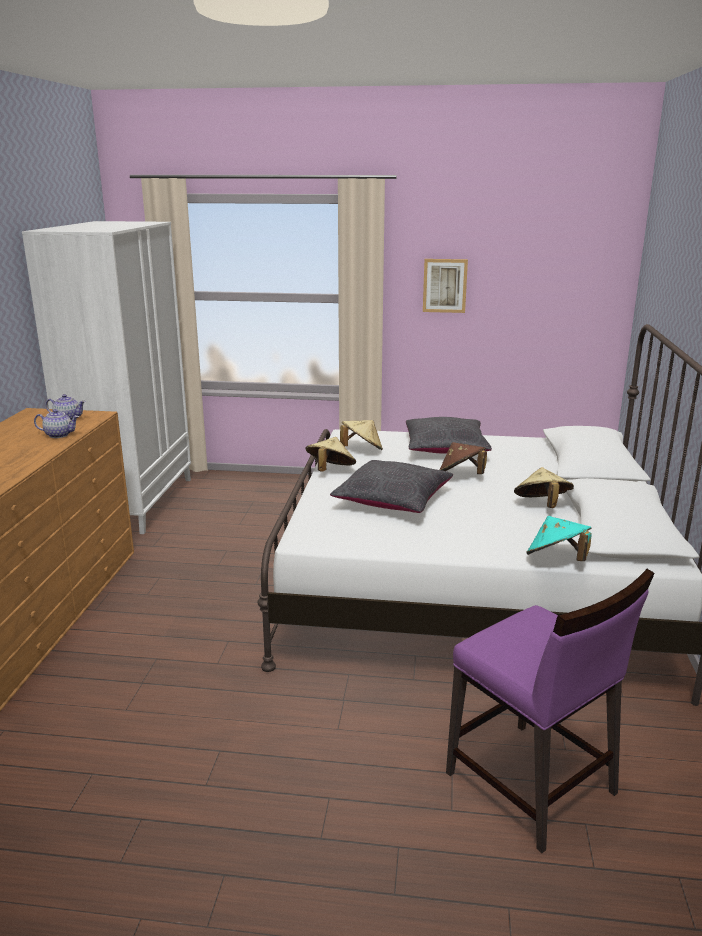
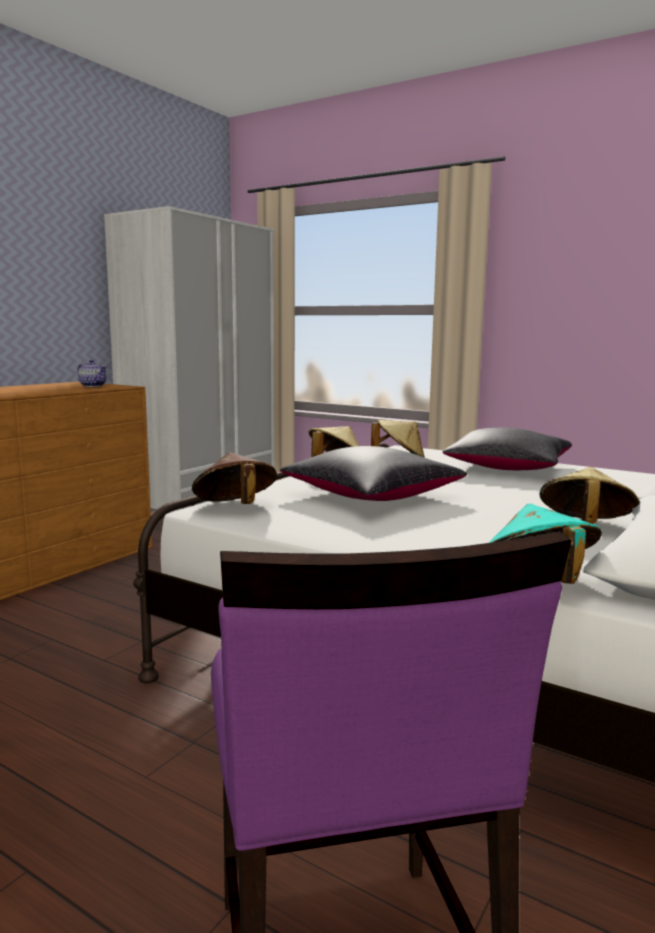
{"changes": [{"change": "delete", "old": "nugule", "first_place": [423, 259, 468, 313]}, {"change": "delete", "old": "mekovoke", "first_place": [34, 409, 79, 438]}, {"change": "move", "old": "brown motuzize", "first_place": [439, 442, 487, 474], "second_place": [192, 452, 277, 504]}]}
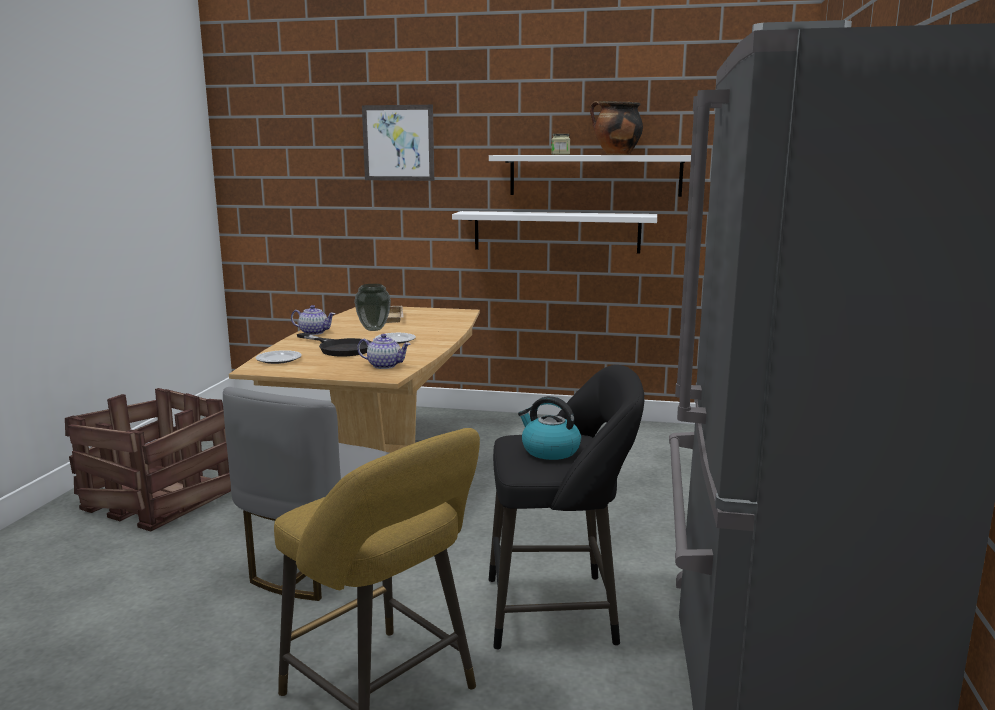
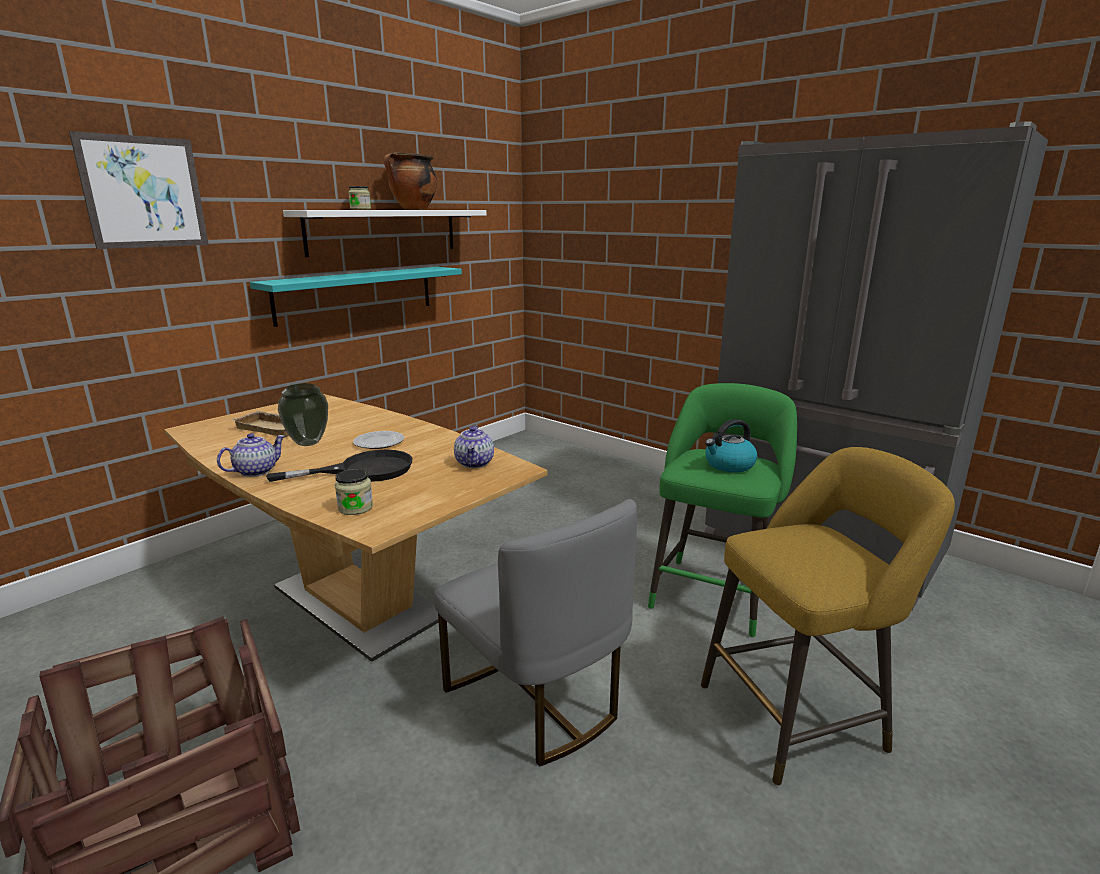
{"changes": [{"change": "recolor", "old": "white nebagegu", "new": "turquoise nebagegu", "first_place": [452, 211, 657, 254], "second_place": [250, 267, 462, 327]}, {"change": "rotate", "old": "mekovoke", "first_place": [357, 334, 410, 369], "second_place": [454, 425, 494, 468], "degrees": 135}, {"change": "replace", "old": "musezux", "new": "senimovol", "first_place": [255, 350, 302, 364], "second_place": [335, 469, 373, 515]}, {"change": "recolor", "old": "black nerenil", "new": "green nerenil", "first_place": [489, 365, 644, 650], "second_place": [648, 383, 797, 638]}]}
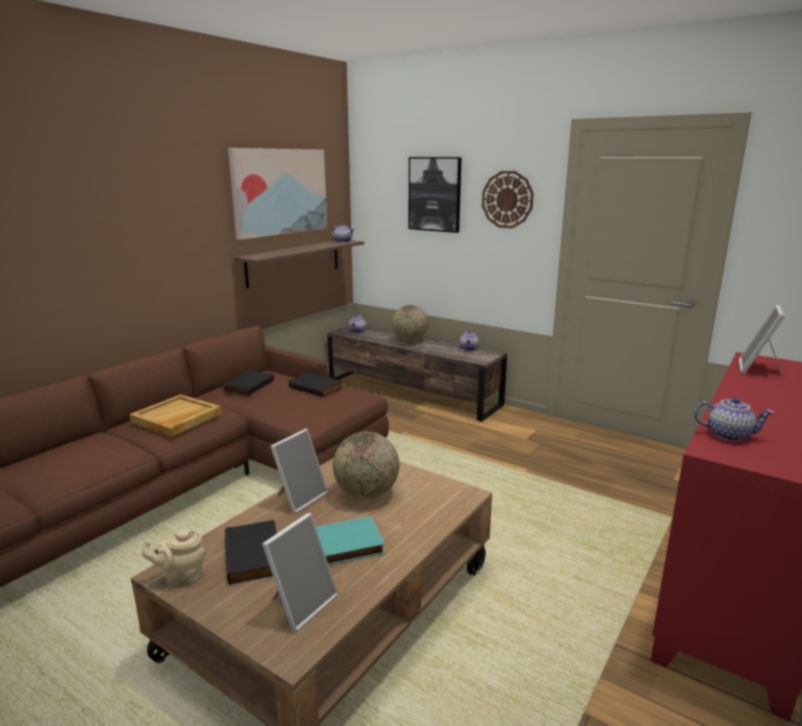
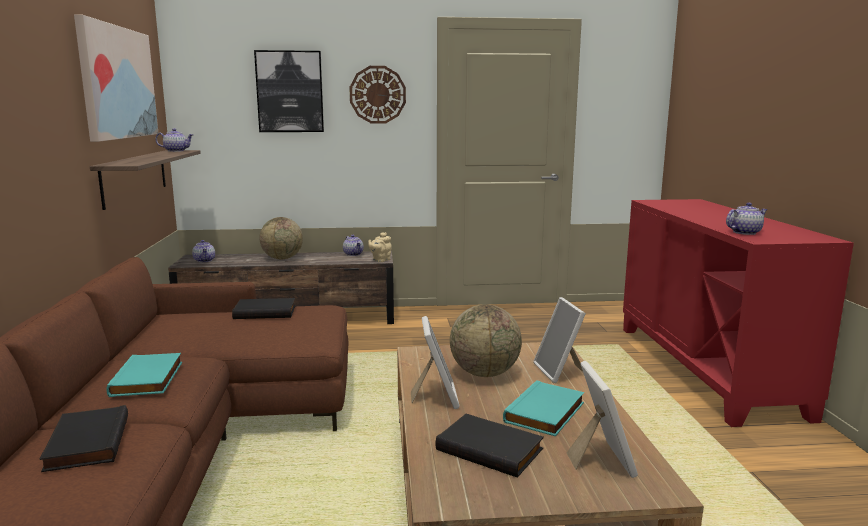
{"changes": [{"change": "move", "old": "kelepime", "first_place": [739, 305, 785, 375], "second_place": [533, 297, 586, 383]}, {"change": "move", "old": "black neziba", "first_place": [222, 370, 274, 396], "second_place": [39, 405, 128, 472]}, {"change": "replace", "old": "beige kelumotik", "new": "turquoise neziba", "first_place": [129, 394, 222, 437], "second_place": [106, 353, 182, 397]}, {"change": "move", "old": "beige mekovoke", "first_place": [142, 529, 206, 587], "second_place": [368, 232, 392, 262]}]}
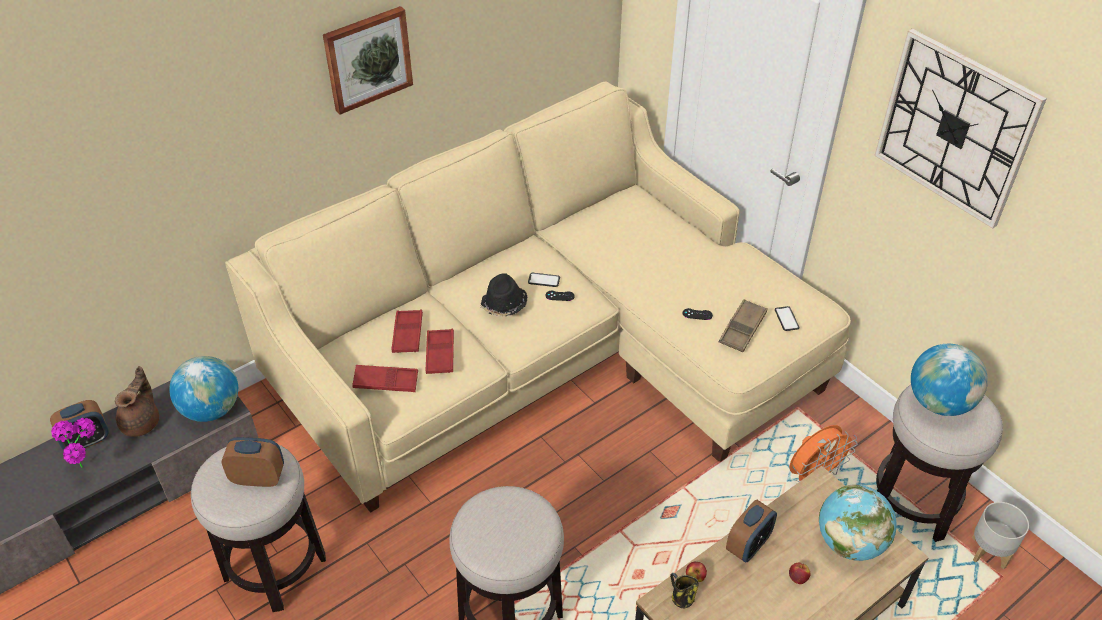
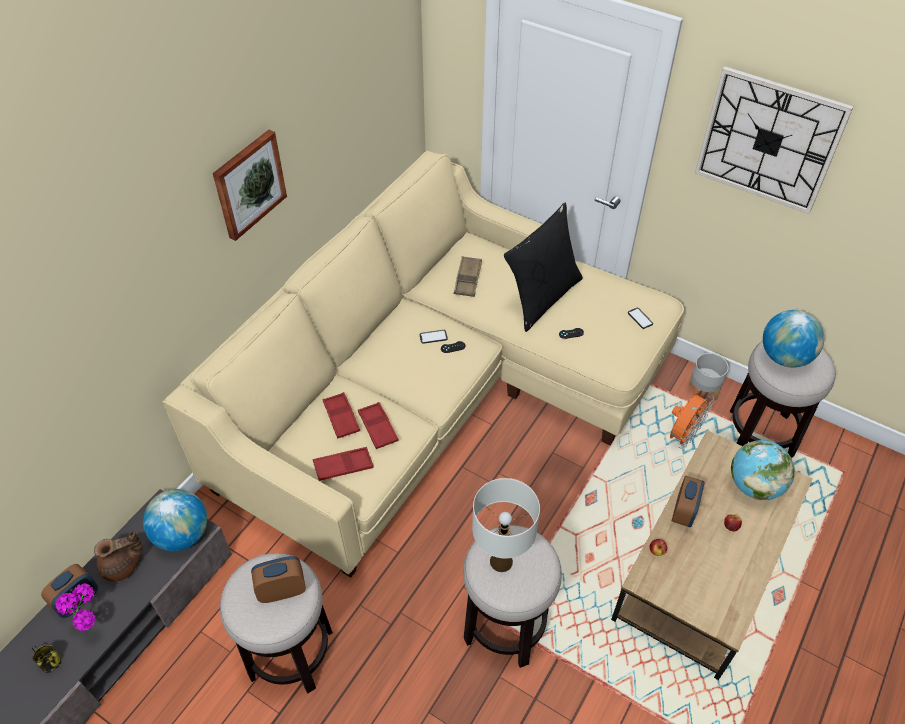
{"changes": [{"change": "delete", "old": "black motuzize", "first_place": [480, 273, 528, 316]}, {"change": "move", "old": "brown kelumotik", "first_place": [719, 299, 768, 352], "second_place": [454, 256, 482, 297]}, {"change": "rotate", "old": "brown mekovoke", "first_place": [115, 366, 159, 437], "second_place": [94, 531, 143, 582], "degrees": 75}, {"change": "move", "old": "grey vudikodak", "first_place": [972, 502, 1029, 569], "second_place": [688, 353, 729, 400]}, {"change": "move", "old": "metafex", "first_place": [670, 573, 699, 608], "second_place": [32, 645, 61, 673]}, {"change": "insert", "new": "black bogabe", "second_place": [504, 203, 583, 332]}, {"change": "insert", "new": "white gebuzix", "second_place": [472, 478, 540, 572]}]}
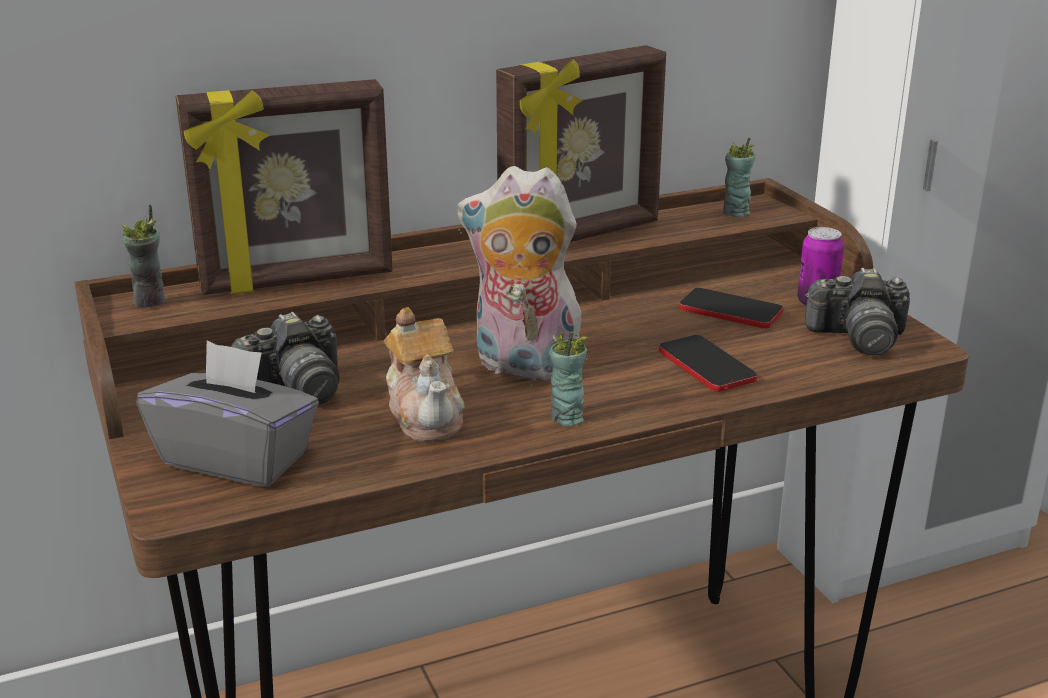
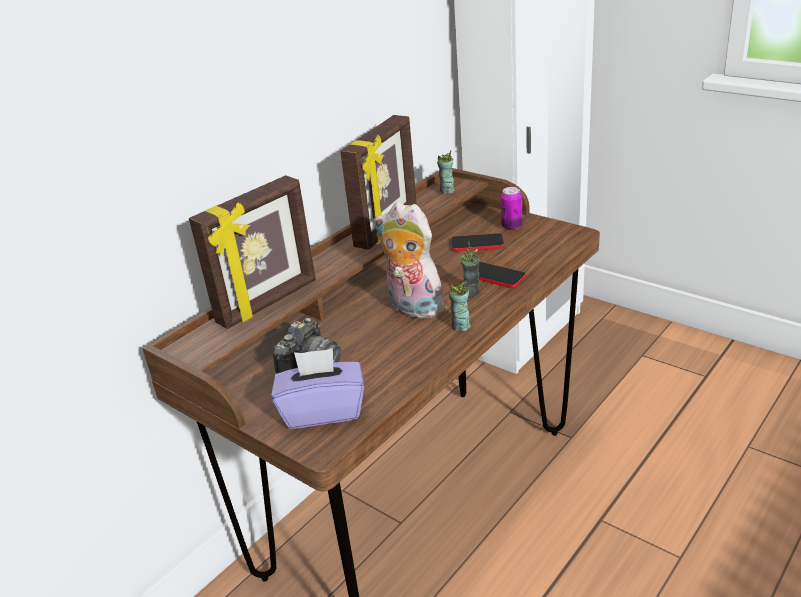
{"changes": [{"change": "rotate", "old": "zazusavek", "first_place": [457, 166, 593, 385], "second_place": [374, 202, 449, 319], "degrees": 45}, {"change": "move", "old": "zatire", "first_place": [121, 204, 165, 308], "second_place": [460, 242, 480, 297]}, {"change": "delete", "old": "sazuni", "first_place": [805, 268, 910, 355]}, {"change": "delete", "old": "mekovoke", "first_place": [384, 307, 465, 442]}, {"change": "recolor", "old": "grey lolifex", "new": "purple lolifex", "first_place": [136, 340, 319, 487], "second_place": [271, 348, 364, 429]}]}
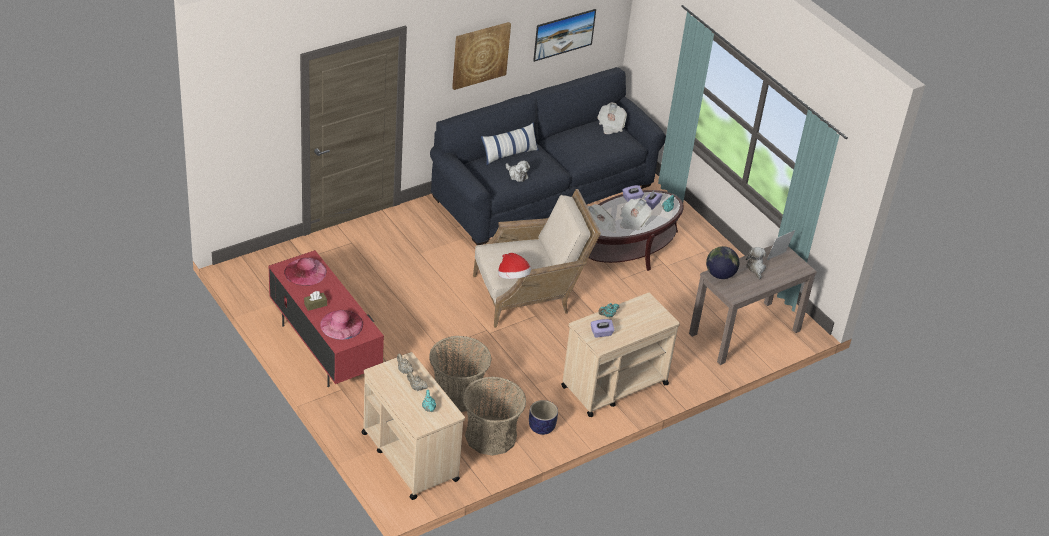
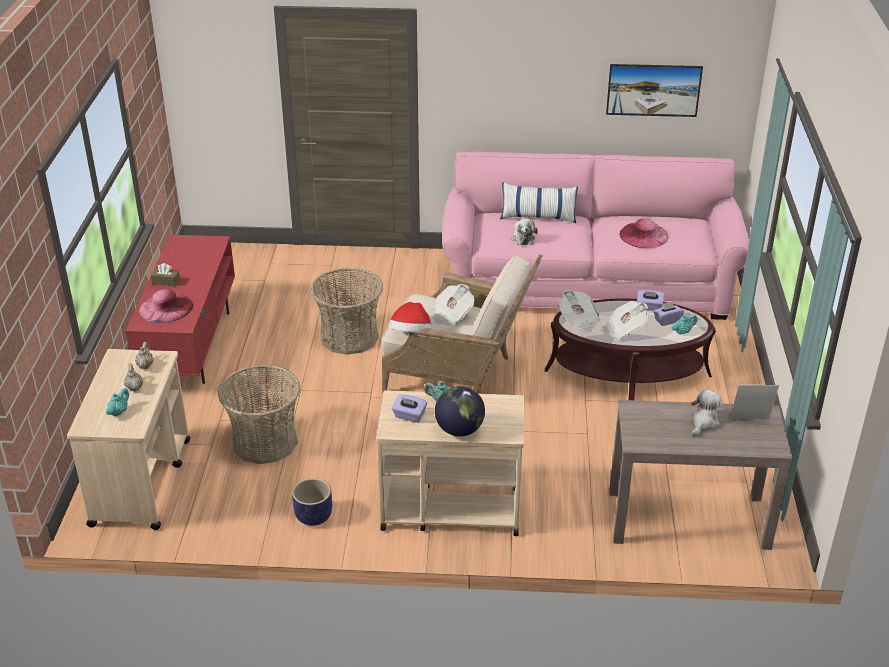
{"changes": [{"change": "delete", "old": "nugule", "first_place": [452, 22, 511, 90]}, {"change": "recolor", "old": "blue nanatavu", "new": "pink nanatavu", "first_place": [430, 67, 666, 245], "second_place": [442, 152, 749, 320]}, {"change": "move", "old": "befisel", "first_place": [597, 103, 627, 134], "second_place": [431, 284, 475, 326]}, {"change": "move", "old": "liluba", "first_place": [706, 246, 739, 279], "second_place": [435, 386, 485, 436]}, {"change": "move", "old": "pink motuzize", "first_place": [284, 258, 327, 286], "second_place": [620, 219, 669, 248]}, {"change": "move", "old": "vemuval", "first_place": [462, 377, 526, 456], "second_place": [310, 267, 383, 355]}]}
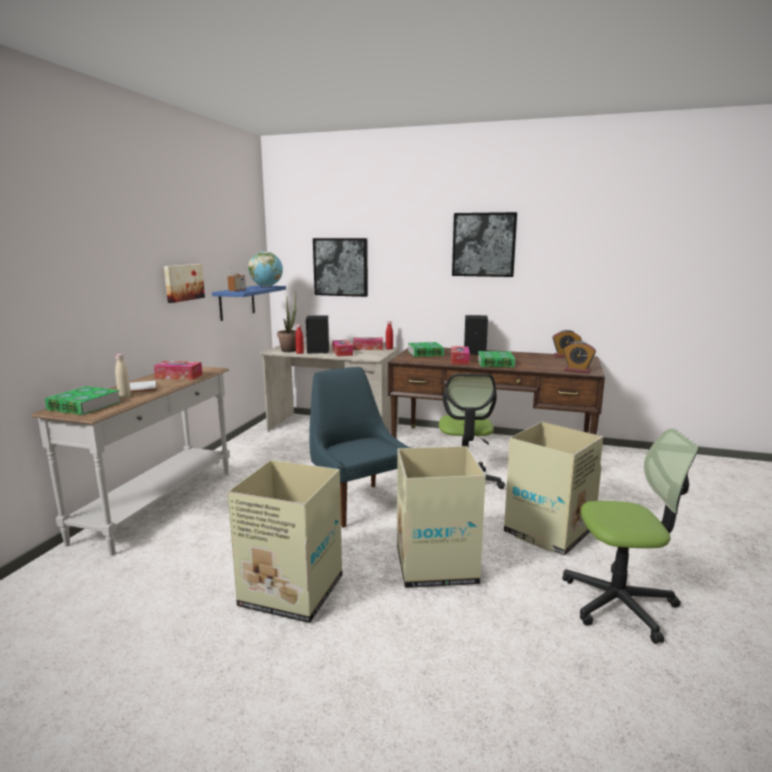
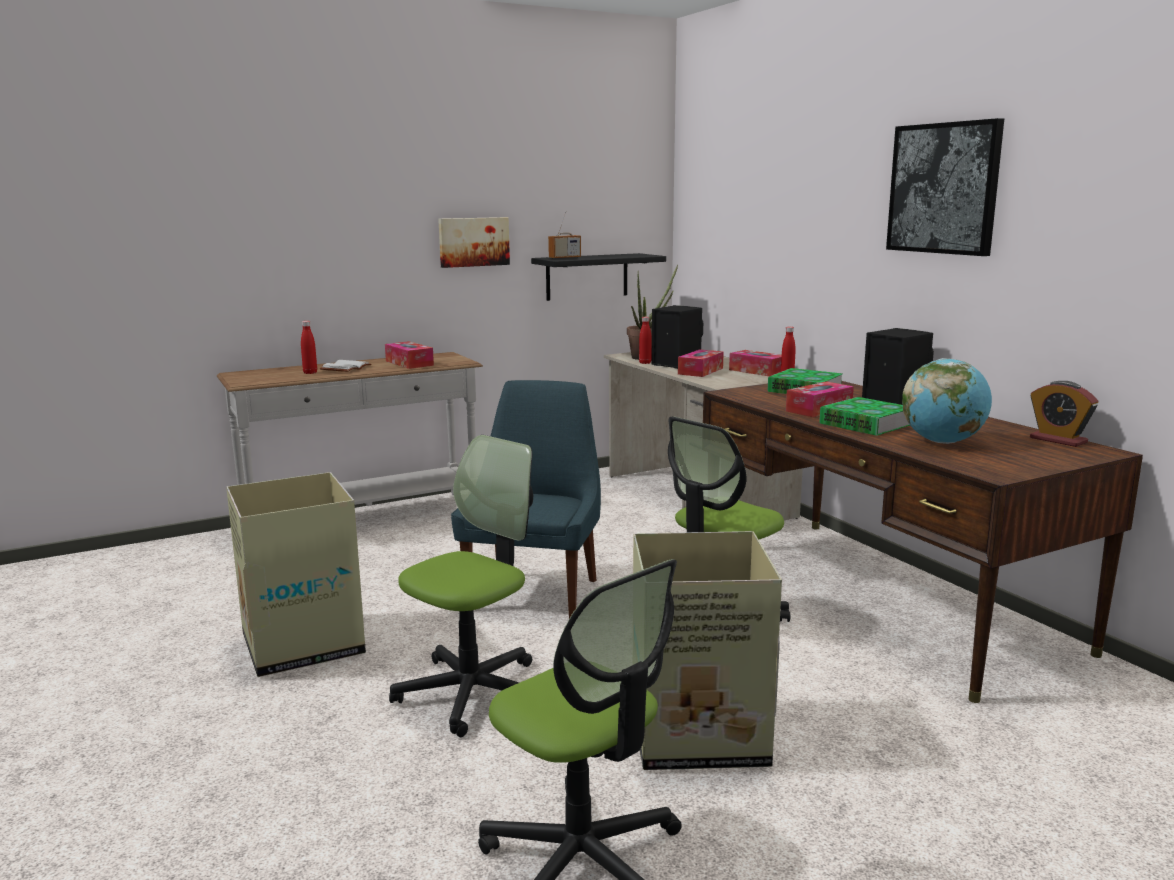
{"changes": [{"change": "delete", "old": "nugule", "first_place": [313, 238, 368, 297]}, {"change": "move", "old": "liluba", "first_place": [248, 252, 283, 287], "second_place": [902, 358, 992, 444]}, {"change": "recolor", "old": "blue nebagegu", "new": "black nebagegu", "first_place": [212, 285, 286, 321], "second_place": [531, 253, 666, 301]}, {"change": "delete", "old": "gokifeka", "first_place": [564, 341, 596, 373]}, {"change": "recolor", "old": "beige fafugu", "new": "red fafugu", "first_place": [115, 354, 131, 398], "second_place": [301, 321, 317, 374]}, {"change": "delete", "old": "neziba", "first_place": [45, 386, 121, 415]}, {"change": "replace", "old": "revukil", "new": "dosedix", "first_place": [397, 446, 486, 588], "second_place": [389, 435, 533, 737]}]}
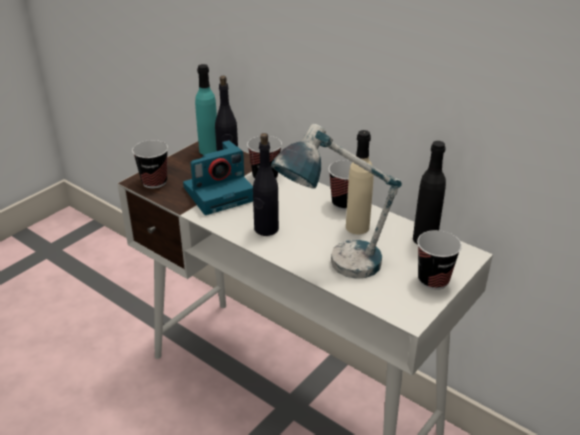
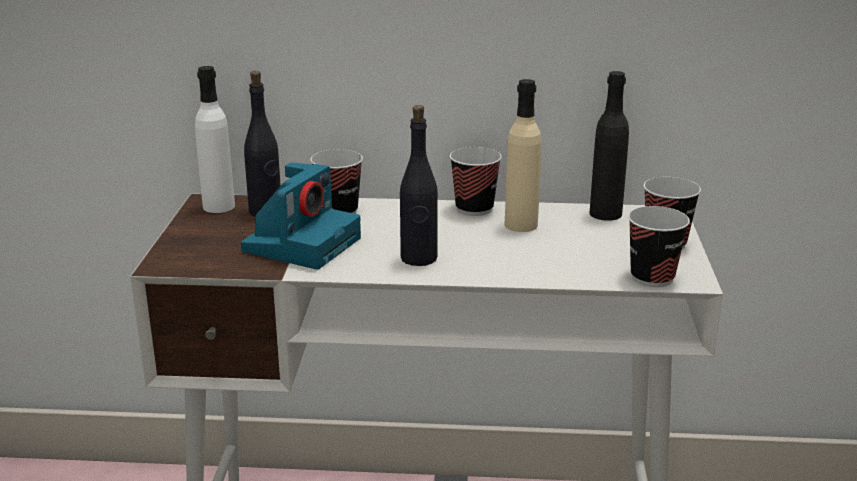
{"changes": [{"change": "recolor", "old": "turquoise fafugu", "new": "white fafugu", "first_place": [195, 64, 217, 155], "second_place": [195, 66, 235, 213]}, {"change": "delete", "old": "gebuzix", "first_place": [271, 124, 402, 279]}, {"change": "move", "old": "zatire", "first_place": [132, 140, 168, 189], "second_place": [628, 206, 690, 287]}]}
